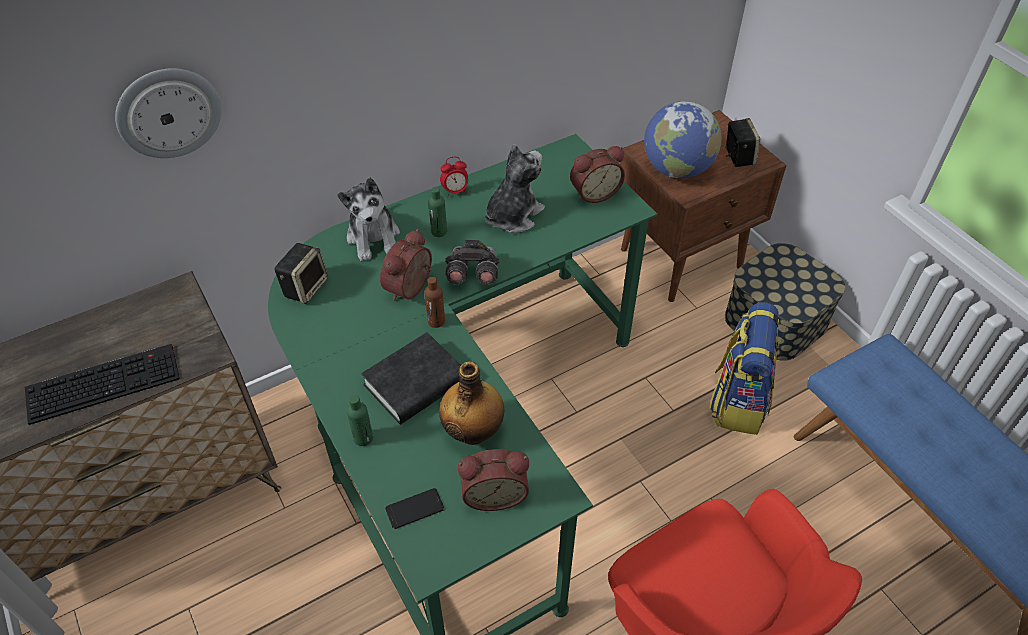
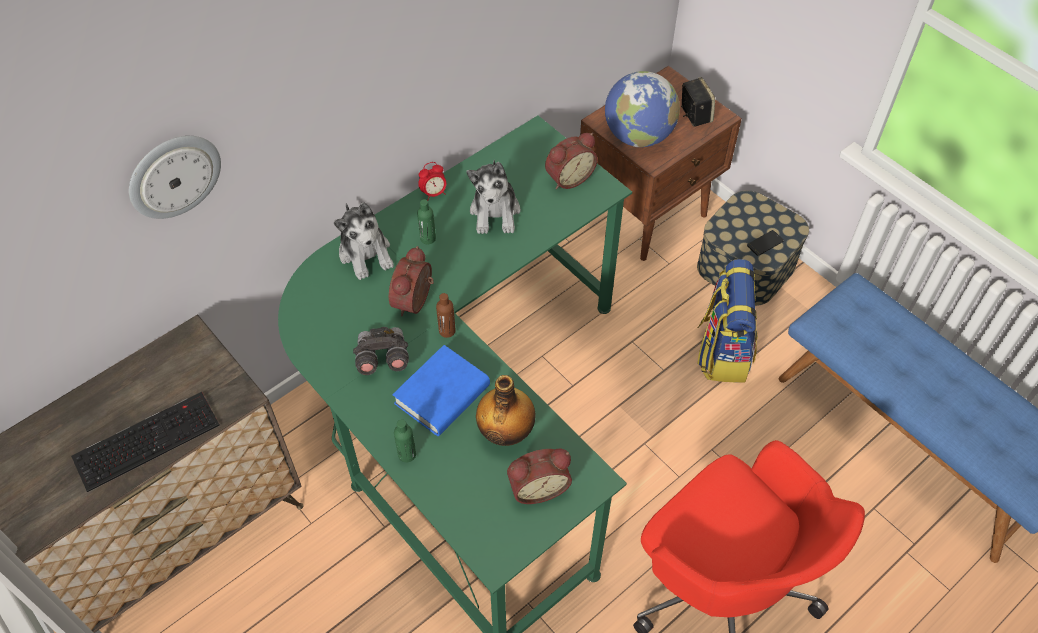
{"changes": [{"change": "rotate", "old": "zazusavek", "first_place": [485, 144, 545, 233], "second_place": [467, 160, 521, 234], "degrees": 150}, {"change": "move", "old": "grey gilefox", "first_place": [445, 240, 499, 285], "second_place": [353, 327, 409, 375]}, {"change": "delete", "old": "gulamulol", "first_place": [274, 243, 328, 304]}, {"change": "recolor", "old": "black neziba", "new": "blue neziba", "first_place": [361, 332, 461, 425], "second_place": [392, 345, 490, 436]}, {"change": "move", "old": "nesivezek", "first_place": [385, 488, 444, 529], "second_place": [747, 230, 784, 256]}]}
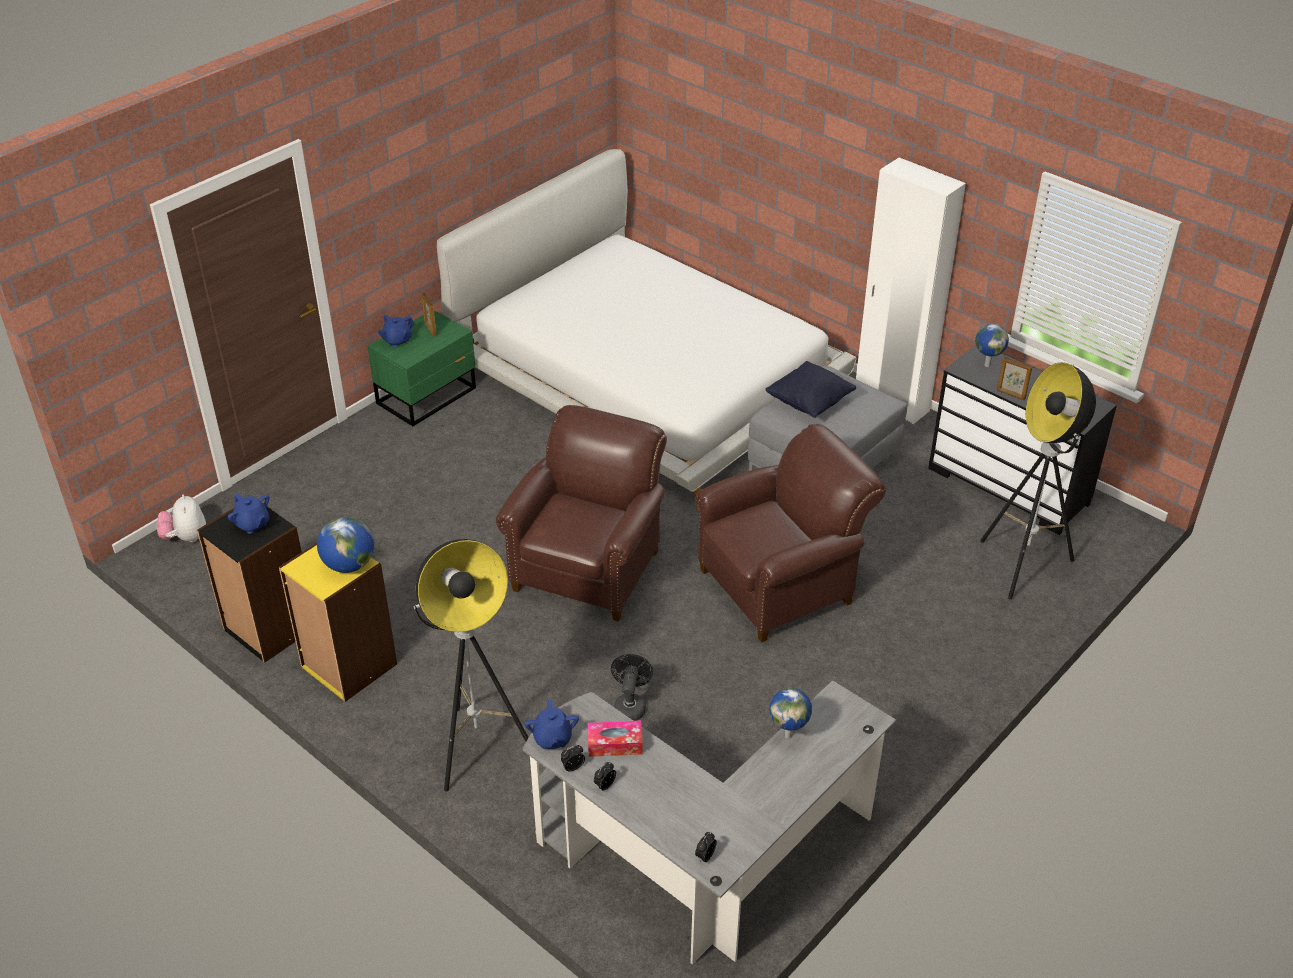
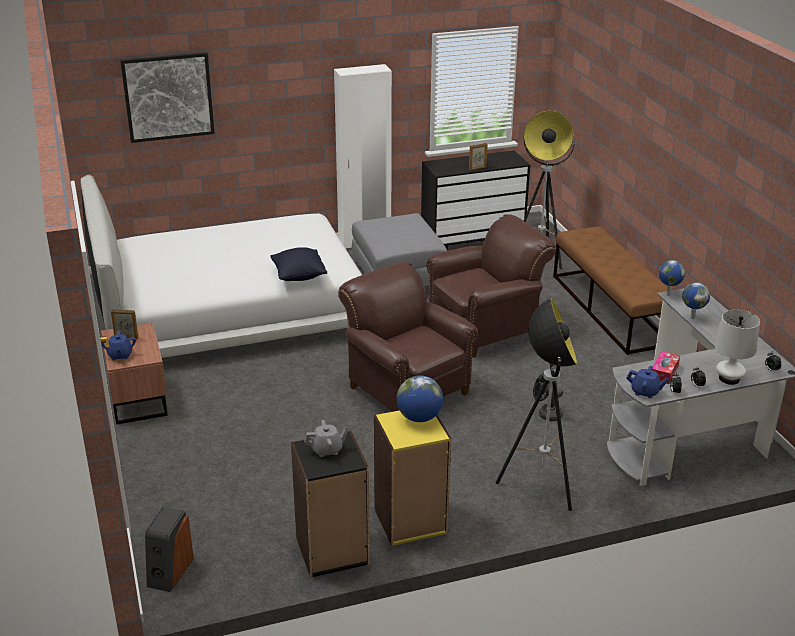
{"changes": [{"change": "recolor", "old": "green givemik", "new": "brown givemik", "first_place": [367, 310, 476, 426], "second_place": [101, 323, 168, 425]}, {"change": "move", "old": "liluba", "first_place": [975, 324, 1009, 367], "second_place": [659, 260, 685, 296]}, {"change": "move", "old": "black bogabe", "first_place": [766, 361, 856, 418], "second_place": [270, 247, 327, 281]}, {"change": "rotate", "old": "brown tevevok", "first_place": [695, 424, 886, 642], "second_place": [426, 214, 556, 358], "degrees": 60}, {"change": "recolor", "old": "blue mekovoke", "new": "grey mekovoke", "first_place": [228, 493, 269, 534], "second_place": [304, 420, 349, 457]}, {"change": "replace", "old": "zazusavek", "new": "gulamulol", "first_place": [157, 494, 206, 542], "second_place": [145, 507, 194, 592]}, {"change": "insert", "new": "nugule", "second_place": [120, 52, 215, 143]}, {"change": "insert", "new": "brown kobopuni", "second_place": [553, 226, 668, 355]}, {"change": "insert", "new": "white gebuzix", "second_place": [714, 310, 760, 385]}]}
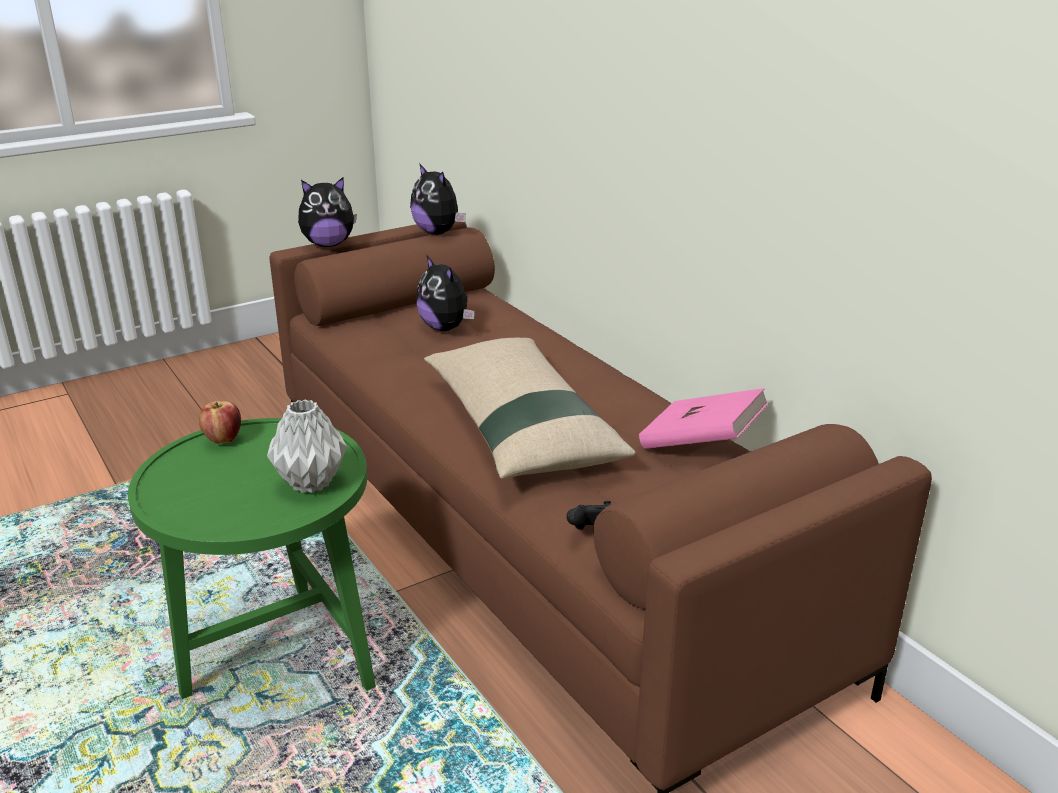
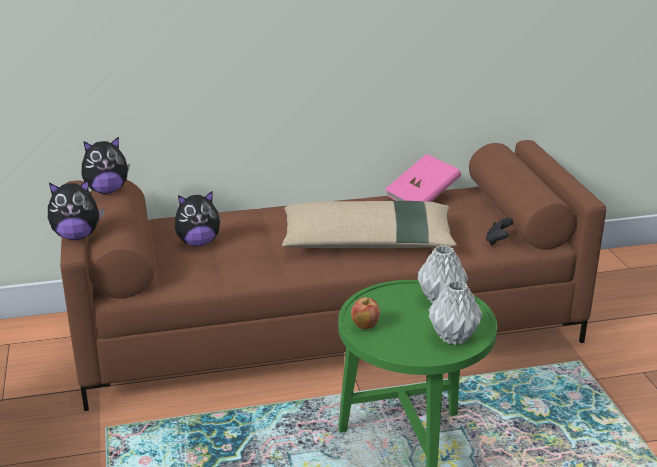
{"changes": [{"change": "rotate", "old": "zazusavek", "first_place": [298, 177, 357, 247], "second_place": [48, 180, 104, 240], "degrees": 75}, {"change": "insert", "new": "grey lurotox", "second_place": [429, 280, 483, 345]}]}
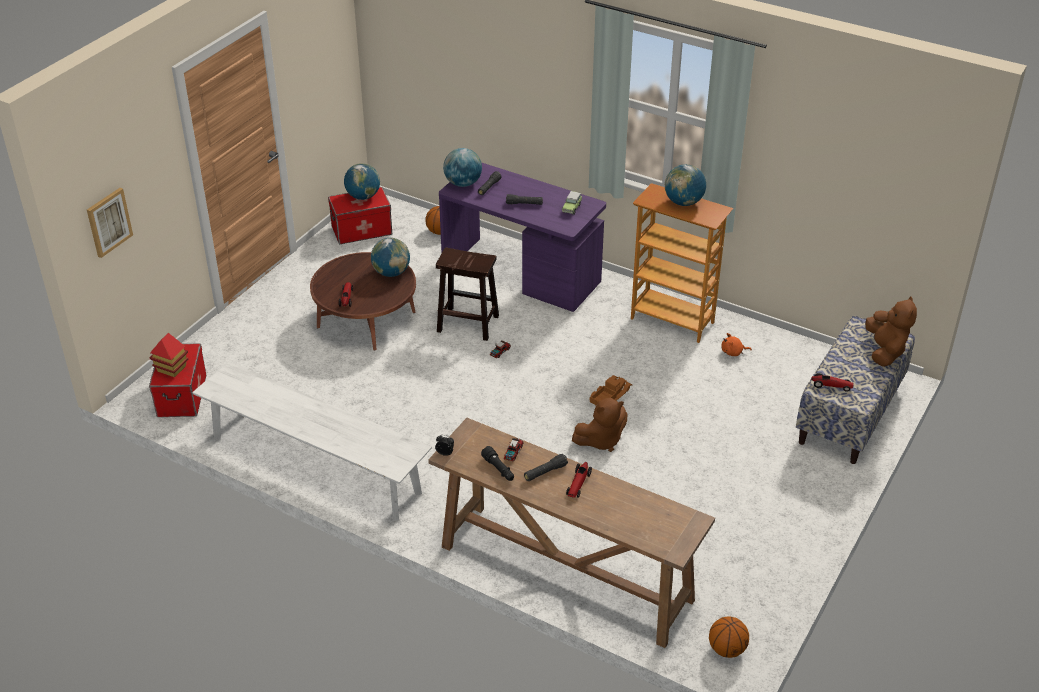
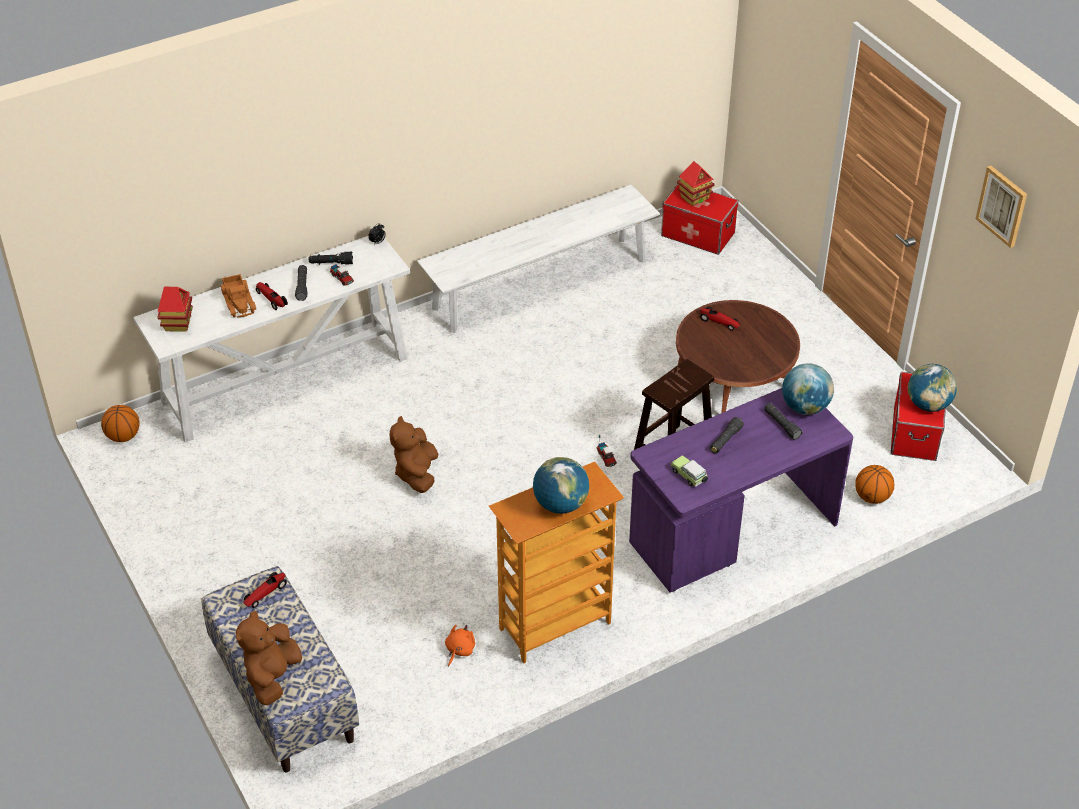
{"changes": [{"change": "move", "old": "nugule", "first_place": [87, 188, 133, 258], "second_place": [976, 166, 1027, 248]}, {"change": "delete", "old": "liluba", "first_place": [371, 238, 410, 277]}, {"change": "rotate", "old": "brown zazusavek", "first_place": [865, 296, 917, 367], "second_place": [236, 611, 302, 705], "degrees": 75}, {"change": "move", "old": "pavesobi", "first_place": [589, 375, 632, 405], "second_place": [220, 274, 256, 318]}, {"change": "recolor", "old": "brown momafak", "new": "white momafak", "first_place": [428, 418, 715, 648], "second_place": [133, 236, 410, 443]}, {"change": "insert", "new": "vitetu", "second_place": [157, 287, 193, 332]}]}
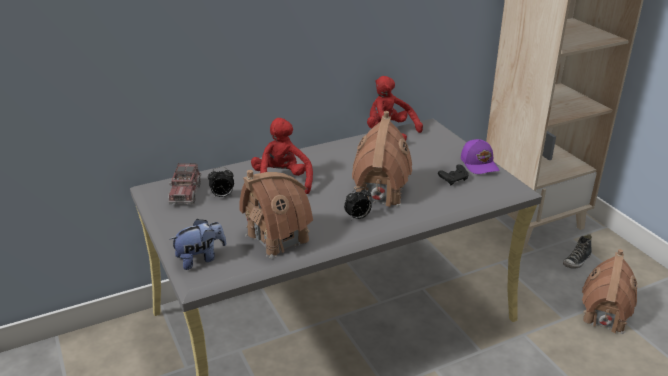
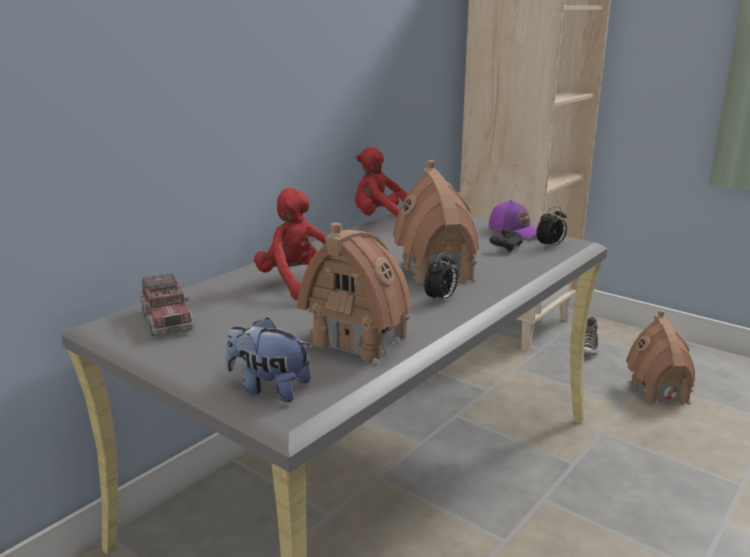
{"changes": [{"change": "move", "old": "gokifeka", "first_place": [208, 167, 234, 198], "second_place": [536, 206, 567, 248]}, {"change": "rotate", "old": "zazusavek", "first_place": [169, 219, 226, 270], "second_place": [226, 317, 311, 402], "degrees": -105}]}
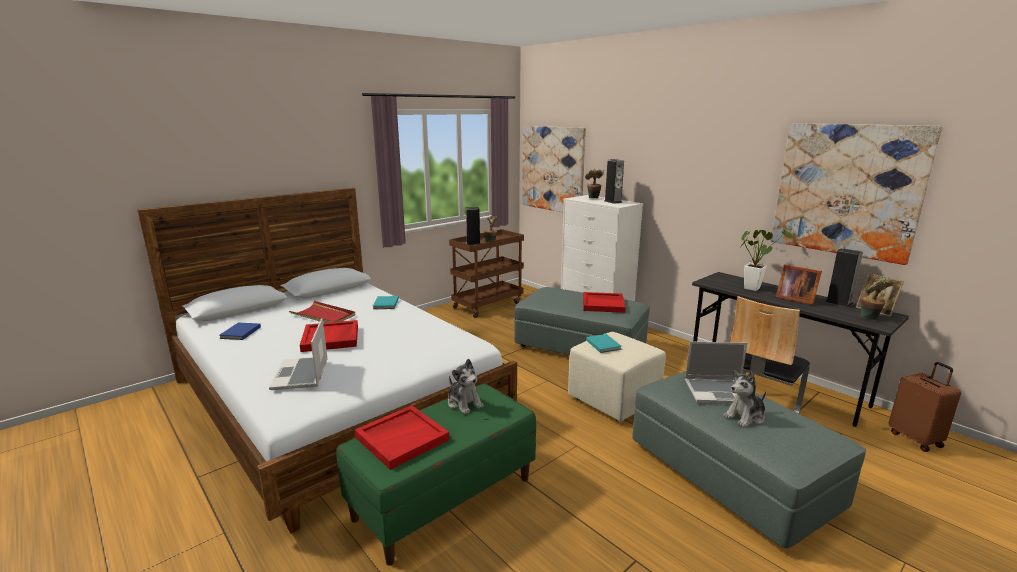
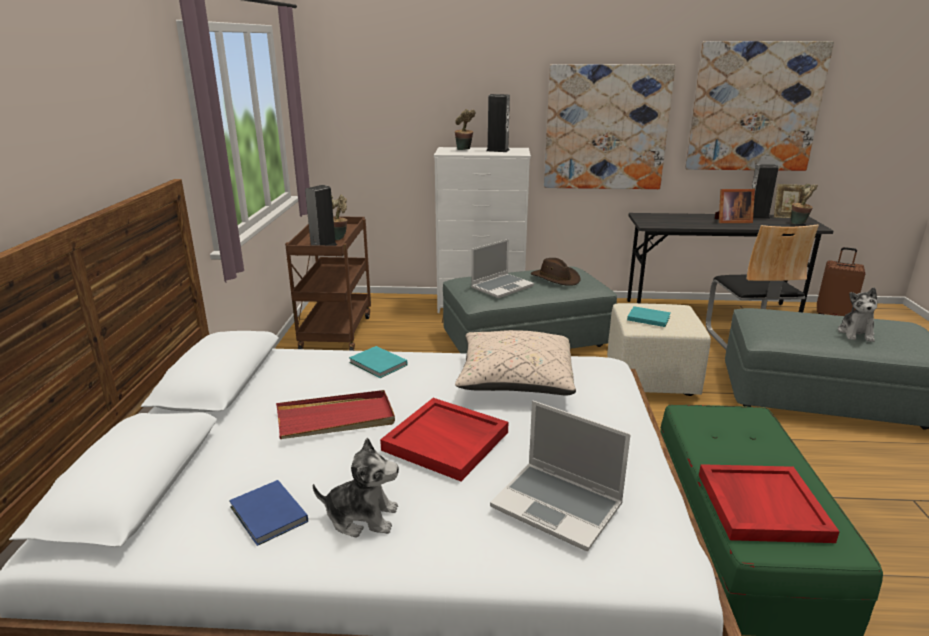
{"changes": [{"change": "move", "old": "nugule", "first_place": [522, 126, 586, 212], "second_place": [544, 64, 675, 189]}, {"change": "delete", "old": "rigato", "first_place": [741, 229, 794, 291]}, {"change": "replace", "old": "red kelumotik", "new": "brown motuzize", "first_place": [583, 292, 626, 313], "second_place": [531, 258, 581, 286]}, {"change": "move", "old": "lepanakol", "first_place": [685, 341, 747, 404], "second_place": [471, 239, 534, 298]}, {"change": "move", "old": "zazusavek", "first_place": [448, 358, 484, 414], "second_place": [313, 438, 399, 537]}, {"change": "insert", "new": "beige bogabe", "second_place": [455, 330, 576, 396]}]}
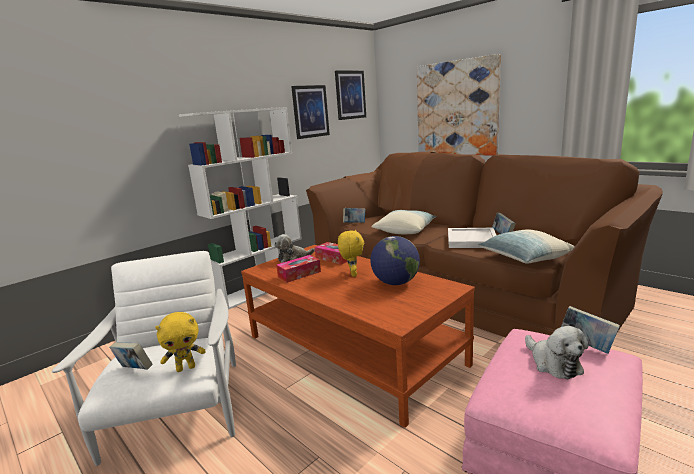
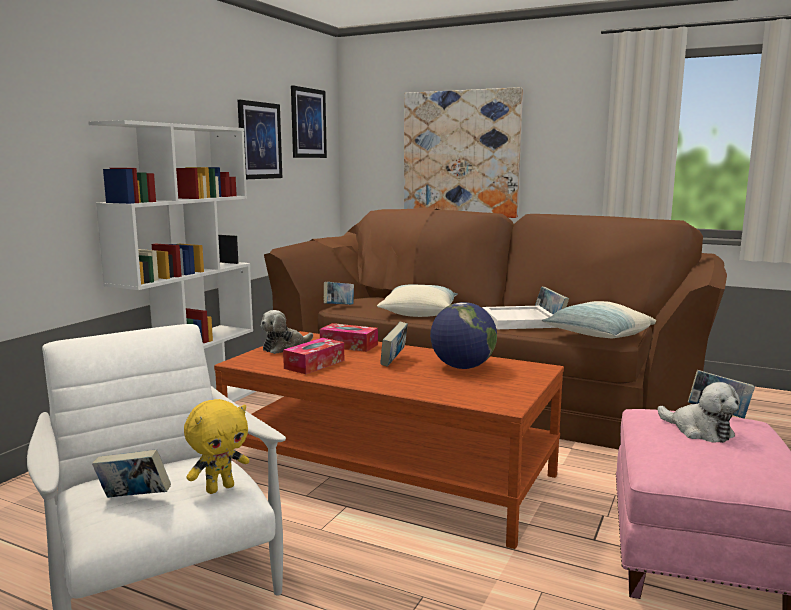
{"changes": [{"change": "replace", "old": "yellow zazusavek", "new": "neziba", "first_place": [338, 230, 364, 277], "second_place": [380, 322, 408, 367]}]}
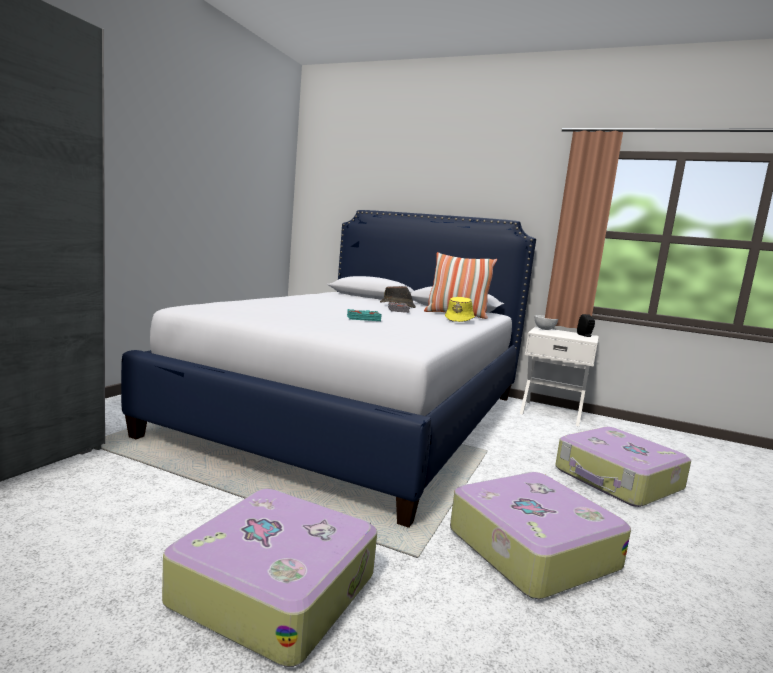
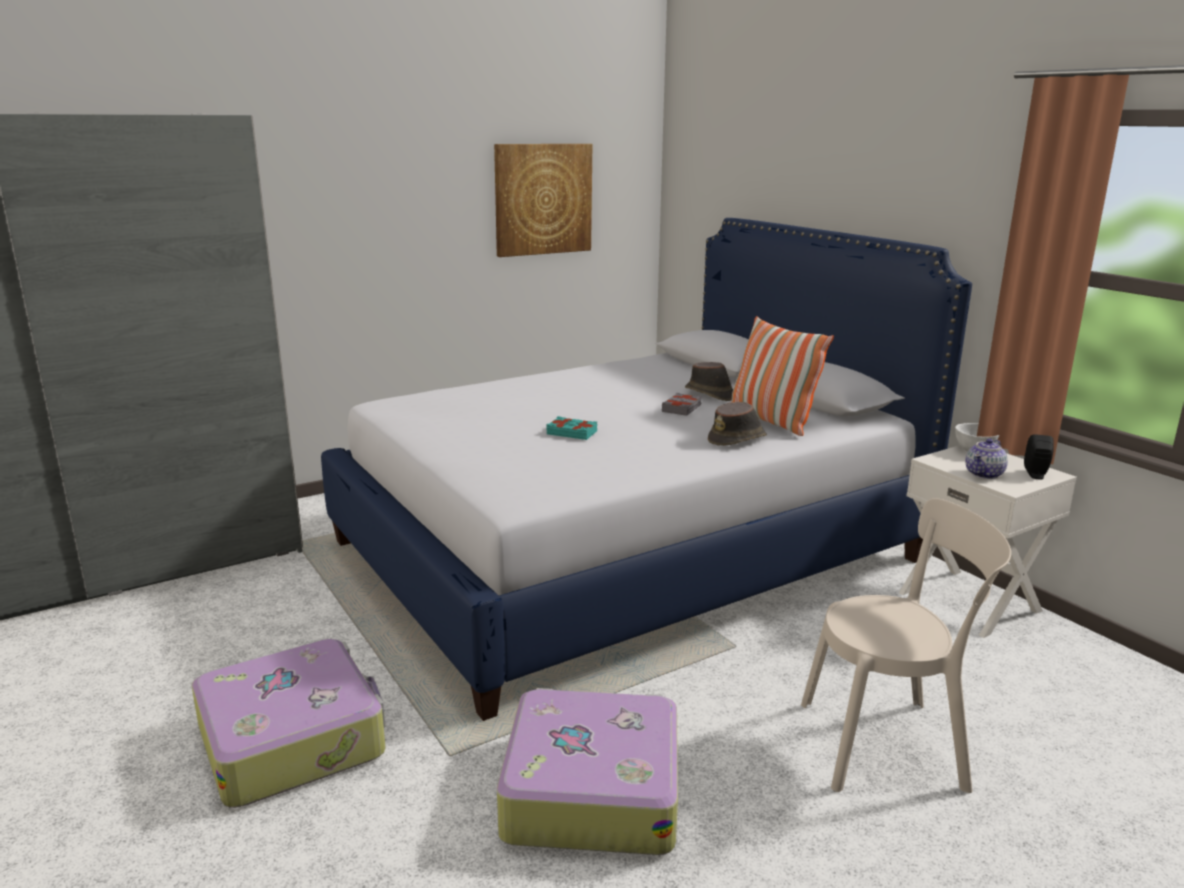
{"changes": [{"change": "recolor", "old": "yellow motuzize", "new": "brown motuzize", "first_place": [445, 297, 475, 322], "second_place": [708, 402, 767, 446]}, {"change": "replace", "old": "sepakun", "new": "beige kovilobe", "first_place": [555, 427, 691, 507], "second_place": [801, 498, 1011, 793]}, {"change": "insert", "new": "nugule", "second_place": [494, 144, 592, 257]}, {"change": "insert", "new": "mekovoke", "second_place": [965, 439, 1008, 479]}]}
